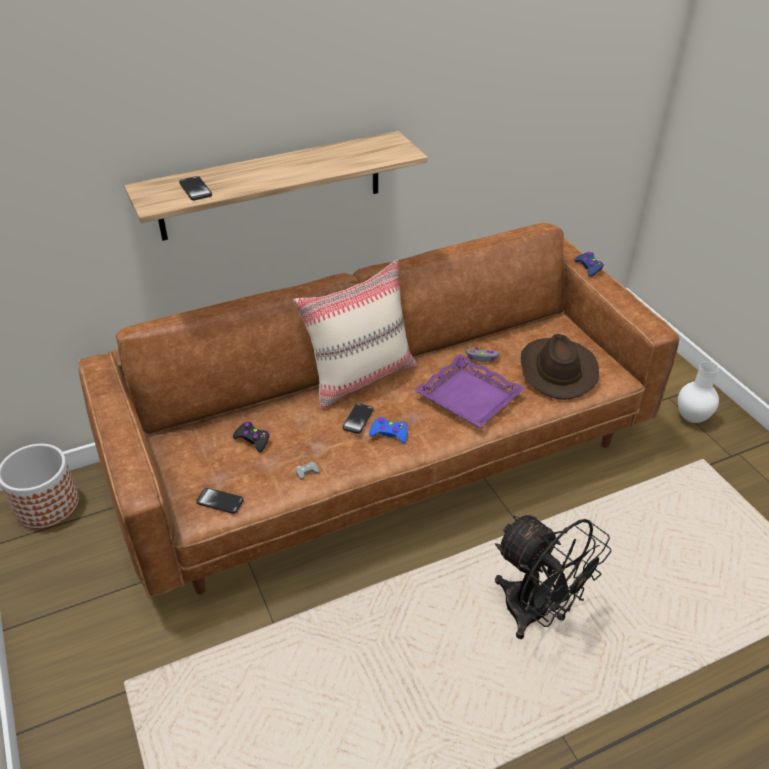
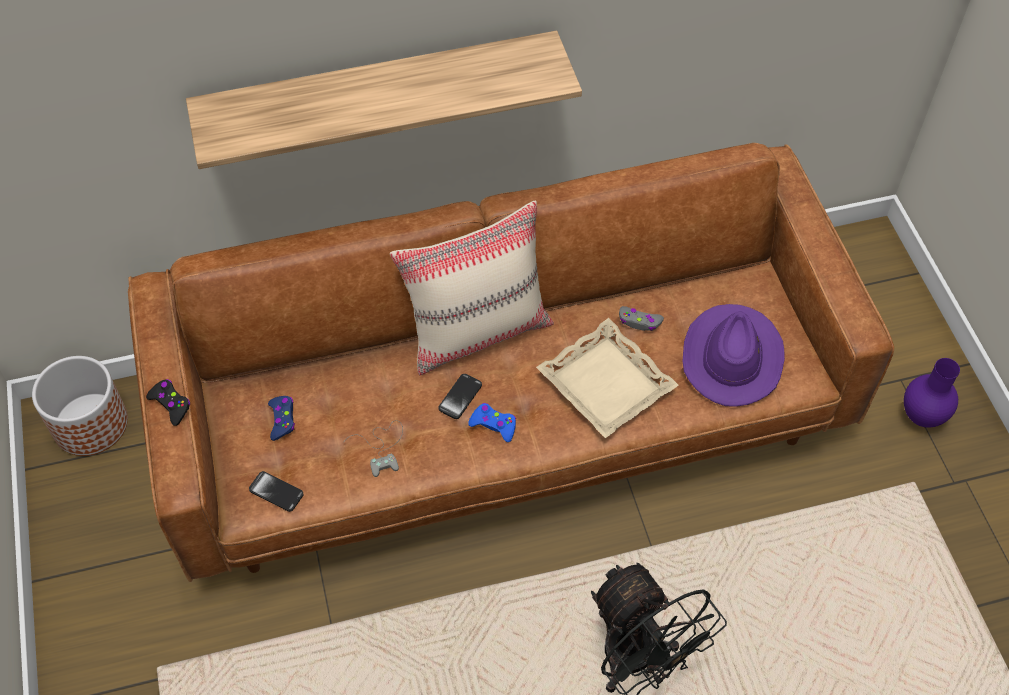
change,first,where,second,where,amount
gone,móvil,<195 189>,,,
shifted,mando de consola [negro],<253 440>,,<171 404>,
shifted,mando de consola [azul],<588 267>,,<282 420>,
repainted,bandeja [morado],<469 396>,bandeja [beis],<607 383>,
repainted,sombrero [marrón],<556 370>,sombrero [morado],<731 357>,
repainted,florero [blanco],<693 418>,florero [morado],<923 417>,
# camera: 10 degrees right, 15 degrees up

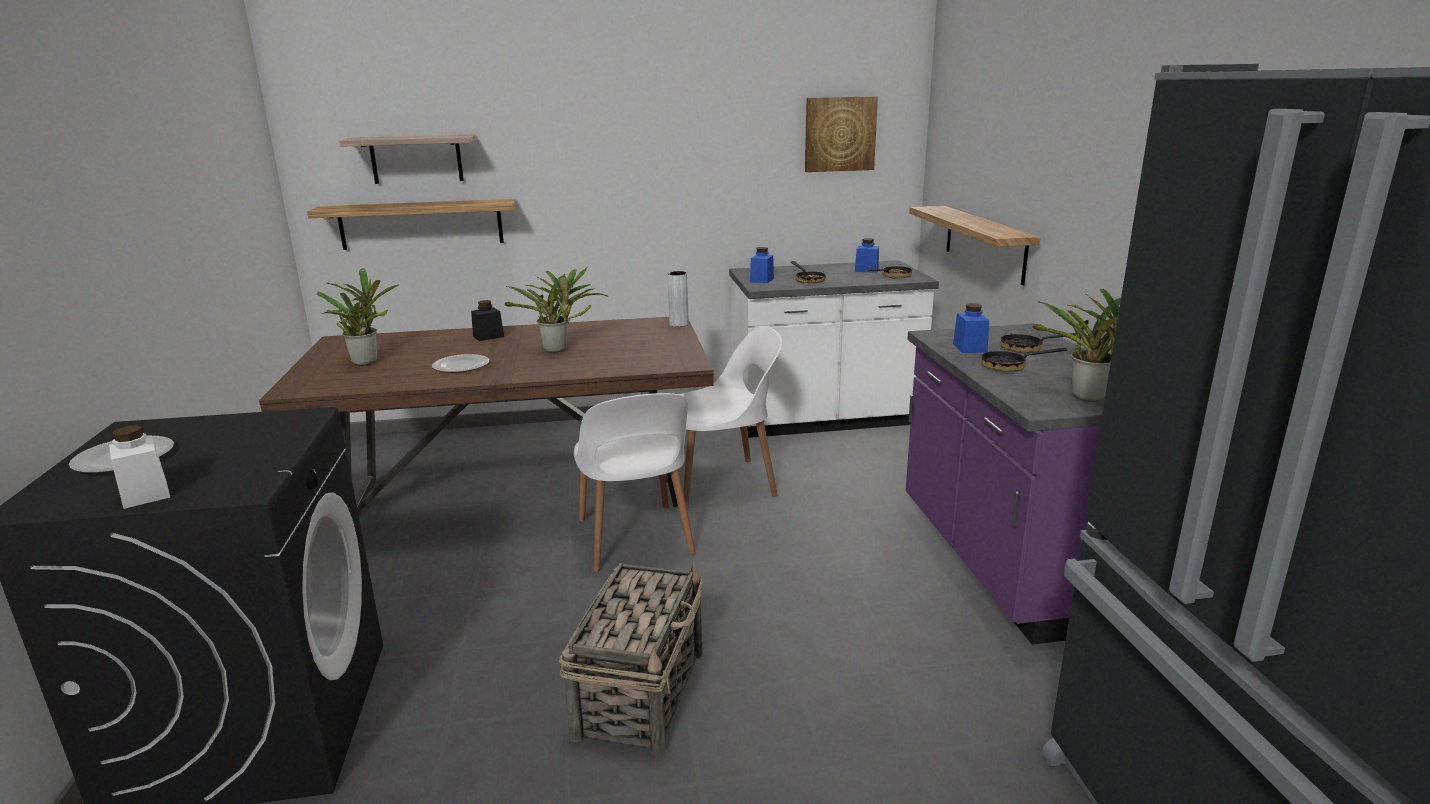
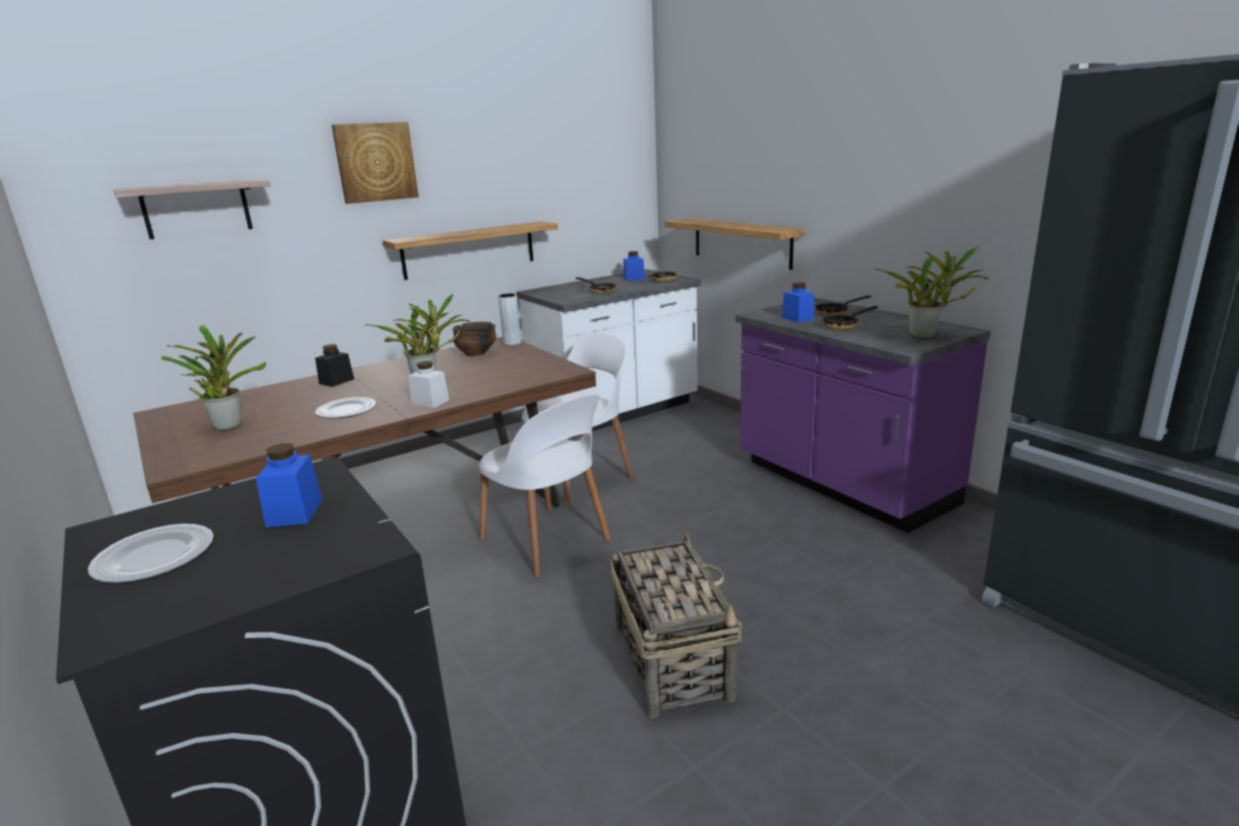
change,first,where,second,where,amount
new,,,cuenco,<476 354>,
shifted,tarro [blanco],<145 493>,,<430 402>,
shifted,estante,<421 224>,,<469 250>,
shifted,tarro [azul],<762 280>,,<294 512>,
shifted,cuadro,<839 134>,,<375 162>,
# camera: 25 degrees left, 0 degrees up

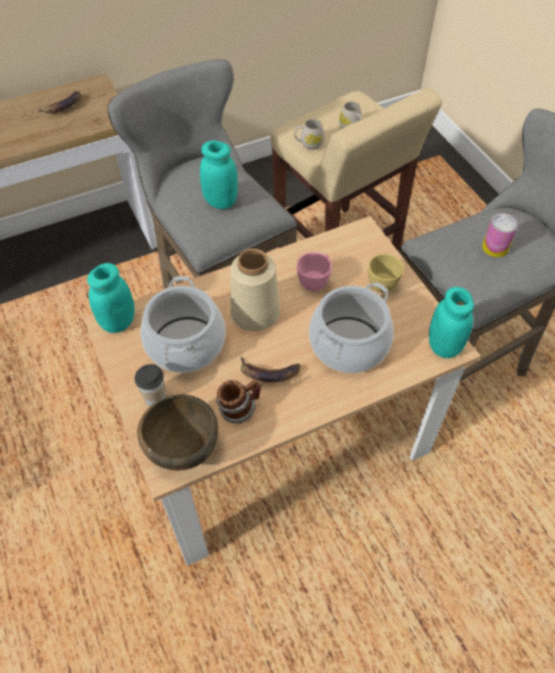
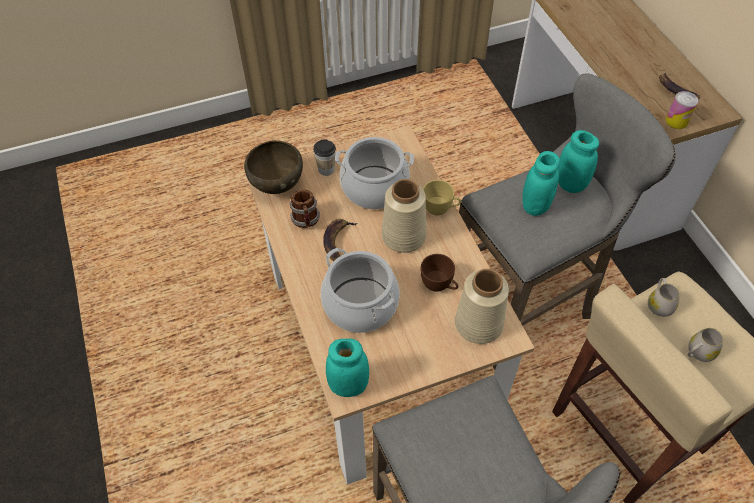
change,first,where,second,where,amount
new,,,florero [beis],<478 323>,
shifted,tarro [turquesa],<118 322>,,<570 184>,
shifted,taza [amarillo],<382 282>,,<440 209>,
shifted,lata,<495 247>,,<676 121>,
repainted,taza [rosa],<315 281>,taza [marrón],<439 285>,
# camera: 95 degrees right, 0 degrees up

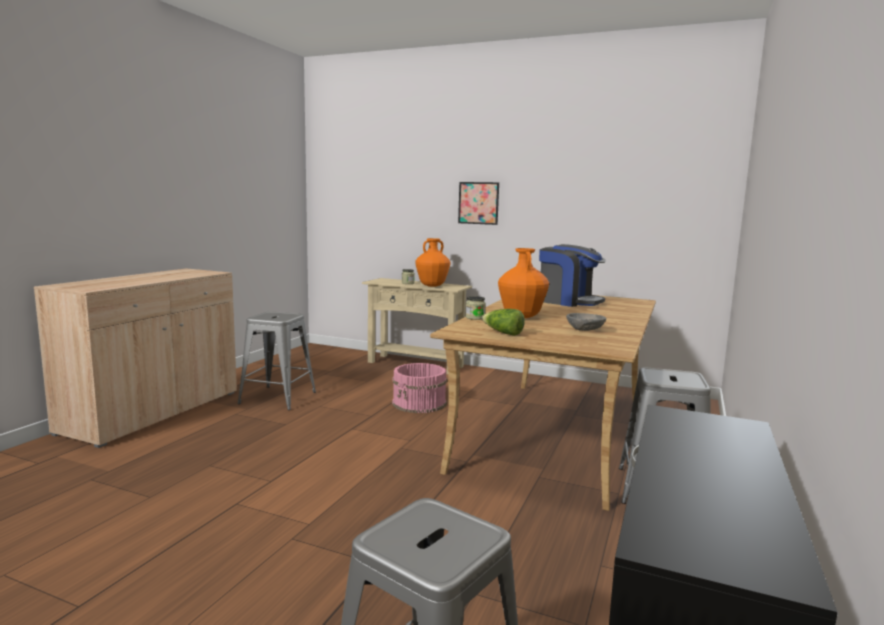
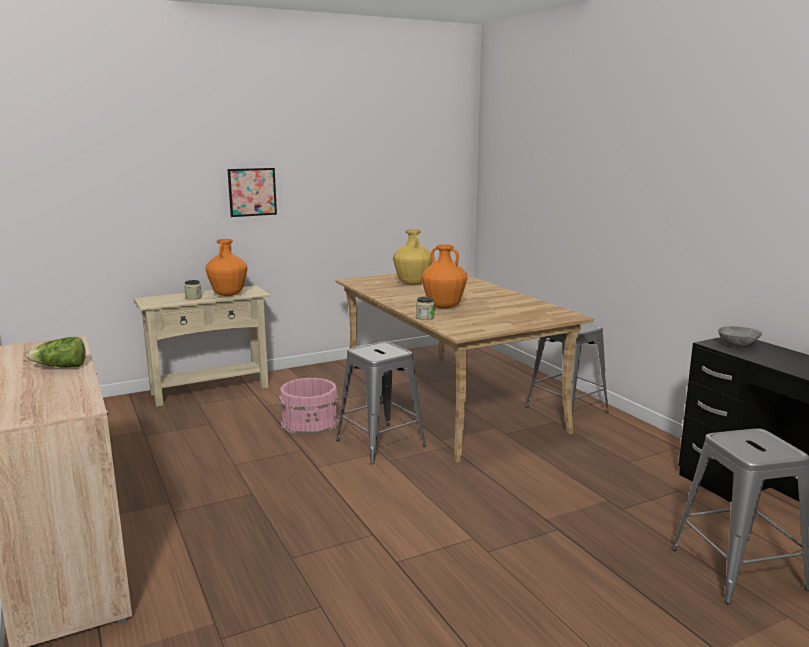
change,first,where,second,where,amount
shifted,taburete [gris],<278 398>,,<381 443>,
shifted,lechuga,<503 333>,,<61 367>,
shifted,cuenco [gris],<585 330>,,<738 345>,
swapped,cafetera,<568 301>,florero [amarillo],<412 284>,
# camera: 50 degrees left, 5 degrees up

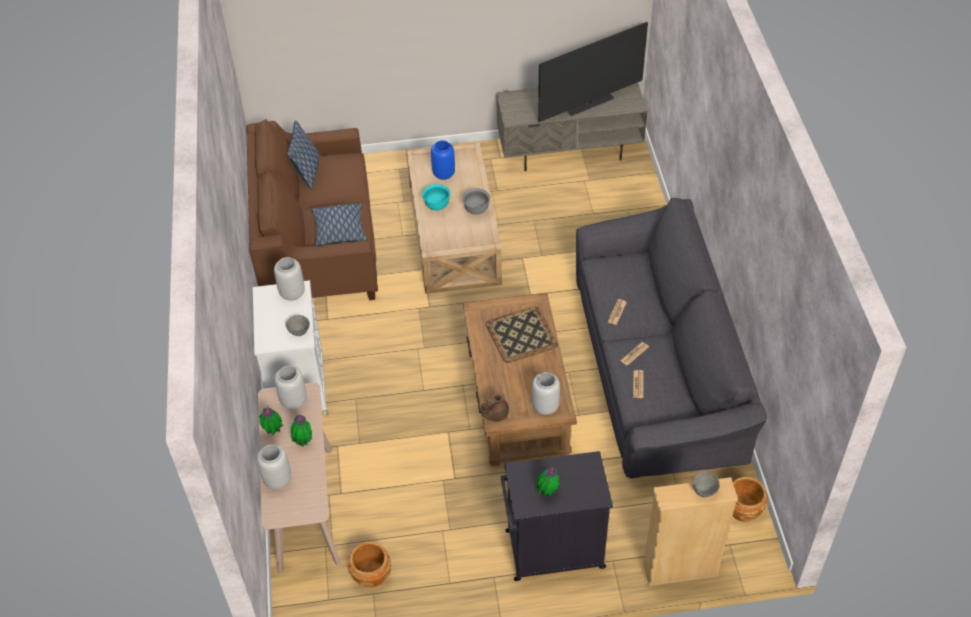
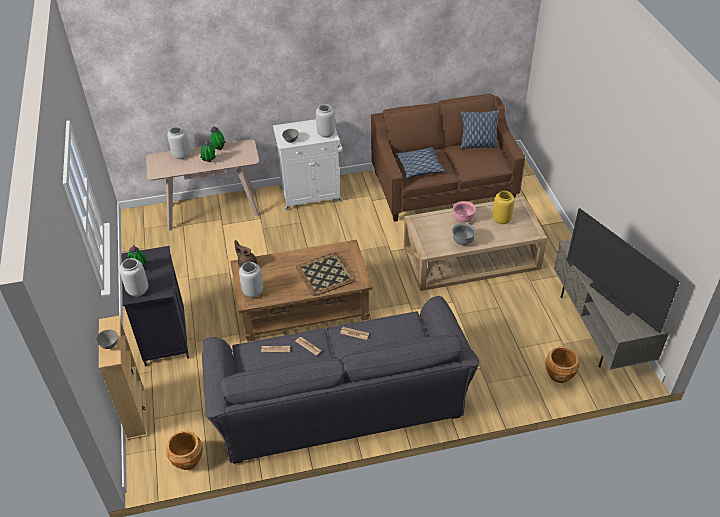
change,first,where,second,where,amount
shifted,florero [gris],<294 401>,,<138 290>,
shifted,maceta [marrón],<371 575>,,<559 374>,
repainted,cuenco [turquesa],<437 206>,cuenco [rosa],<463 219>,
repainted,florero [azul],<443 174>,florero [amarillo],<501 219>,
# camera: 85 degrees right, 5 degrees down

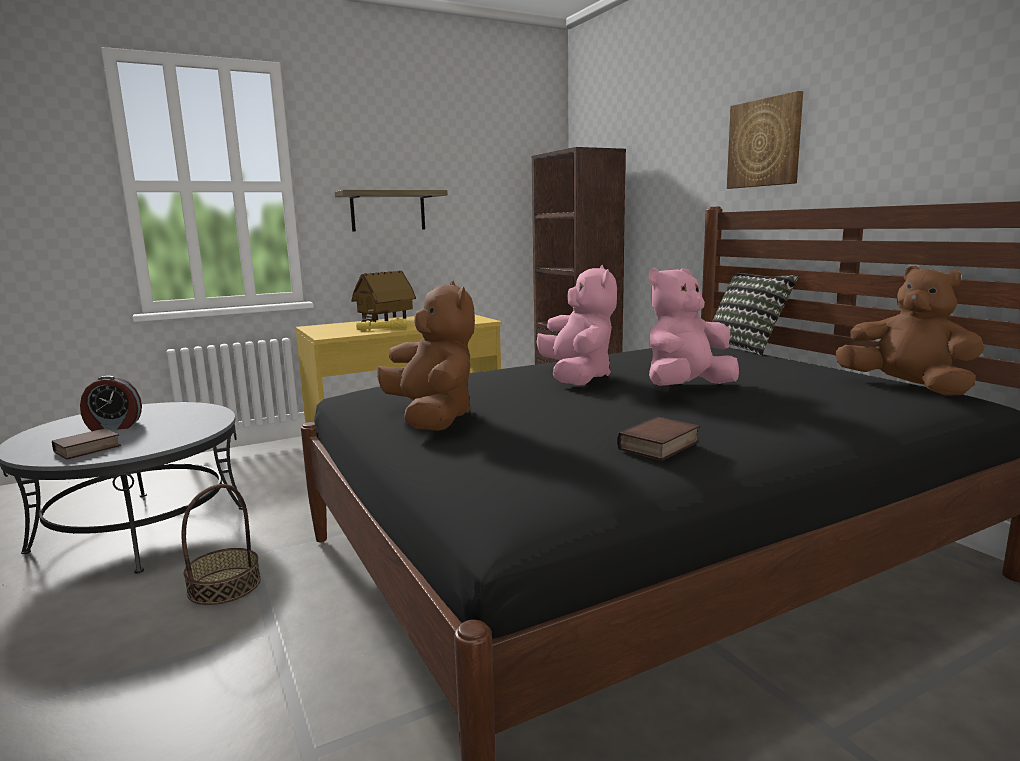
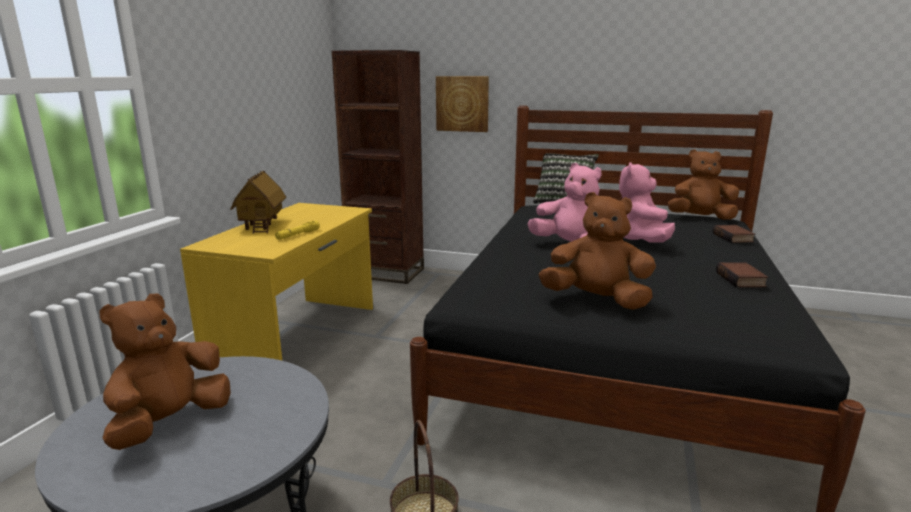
change,first,where,second,where,amount
gone,estante,<388 211>,,,
shifted,libro,<87 449>,,<734 237>,
shifted,cuadro,<765 143>,,<462 104>,
swapped,despertador,<114 426>,peluche [marrón],<170 423>,
# camera: 45 degrees left, 5 degrees up

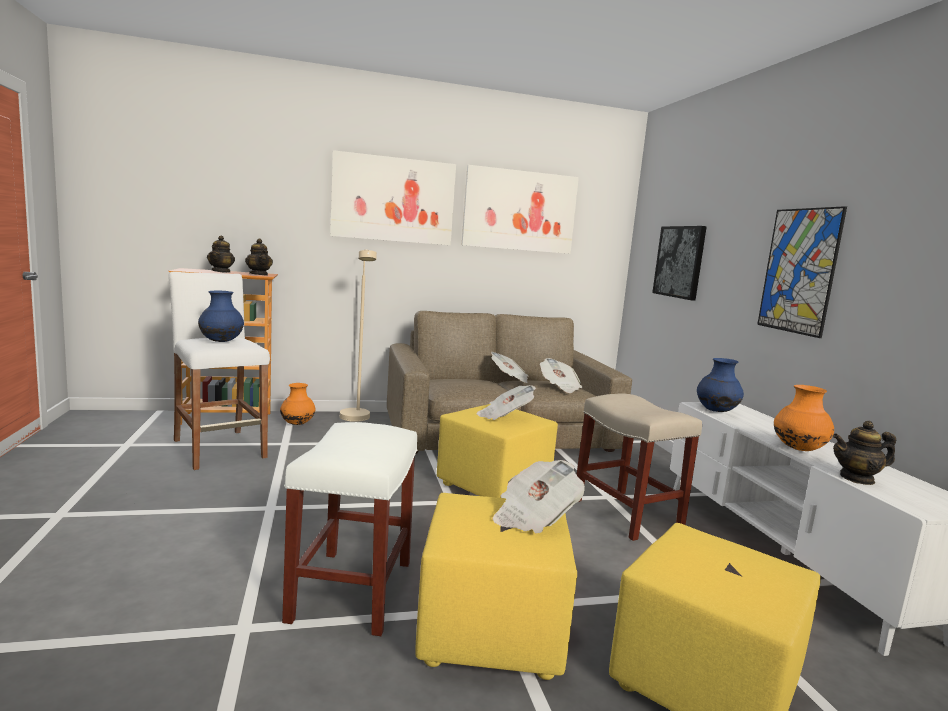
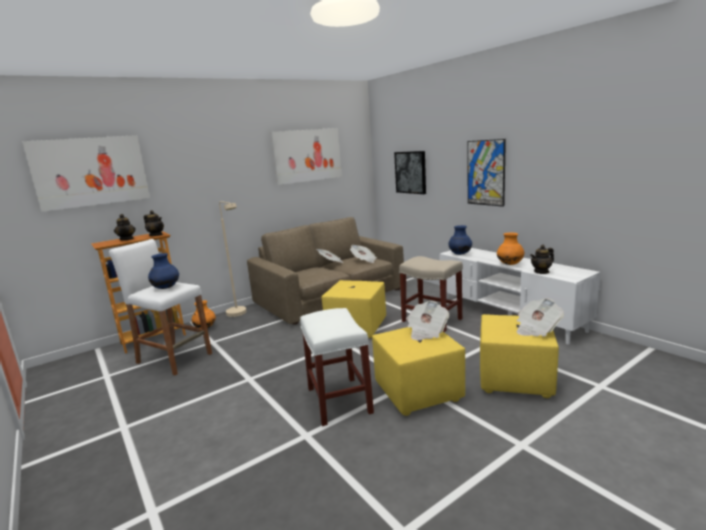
change,first,where,second,where,amount
shifted,cuadro,<393 199>,,<90 171>,
shifted,periódico,<504 416>,,<536 329>,
# camera: 20 degrees left, 5 degrees up

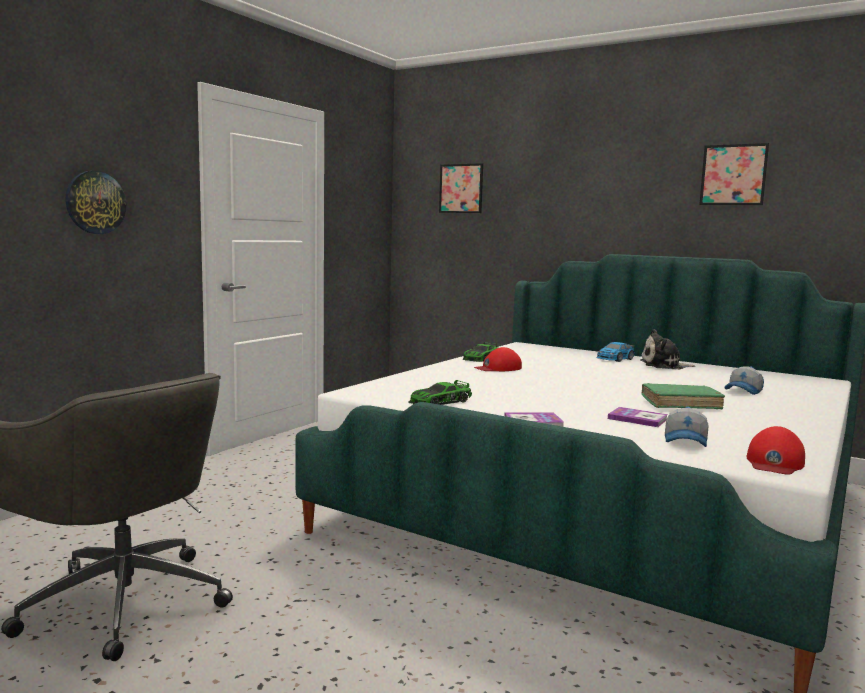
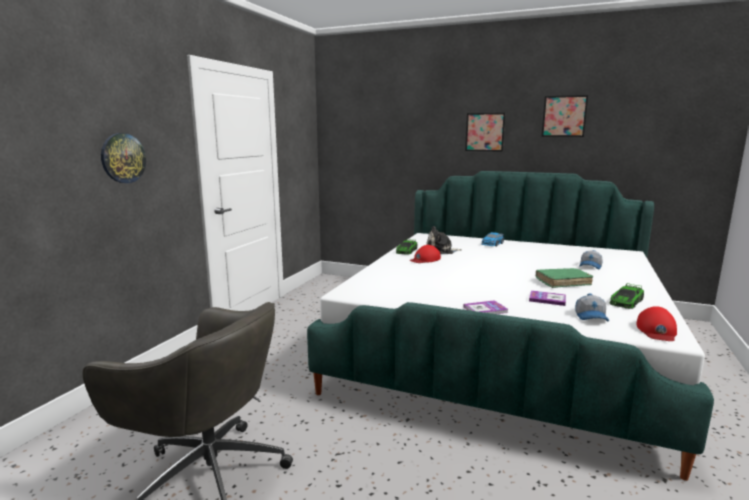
change,first,where,second,where,amount
shifted,coche de juguete,<439 401>,,<626 301>,
shifted,cuadro,<461 188>,,<484 132>,
shifted,peluche,<664 366>,,<441 251>,
# camera: 10 degrees left, 5 degrees up

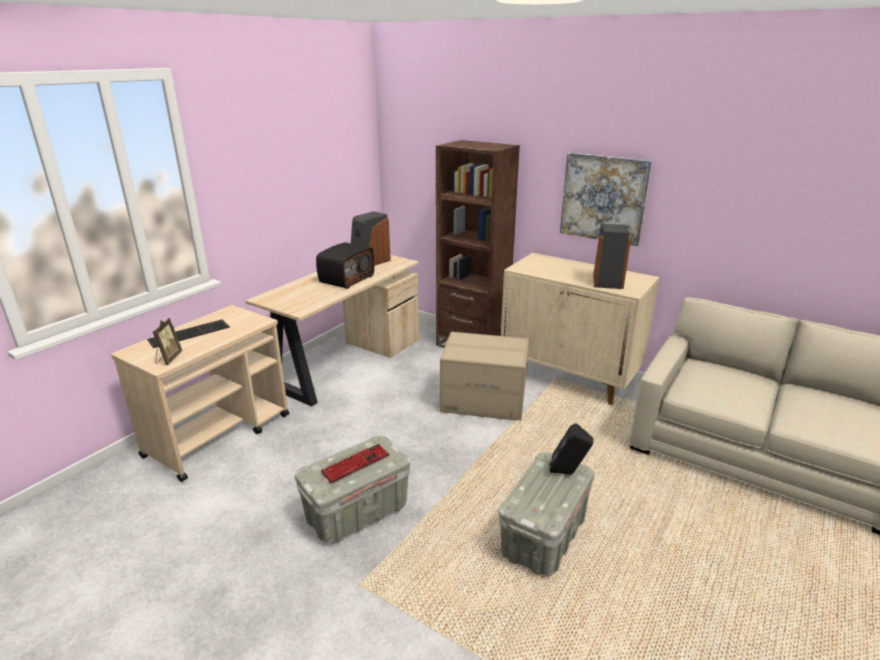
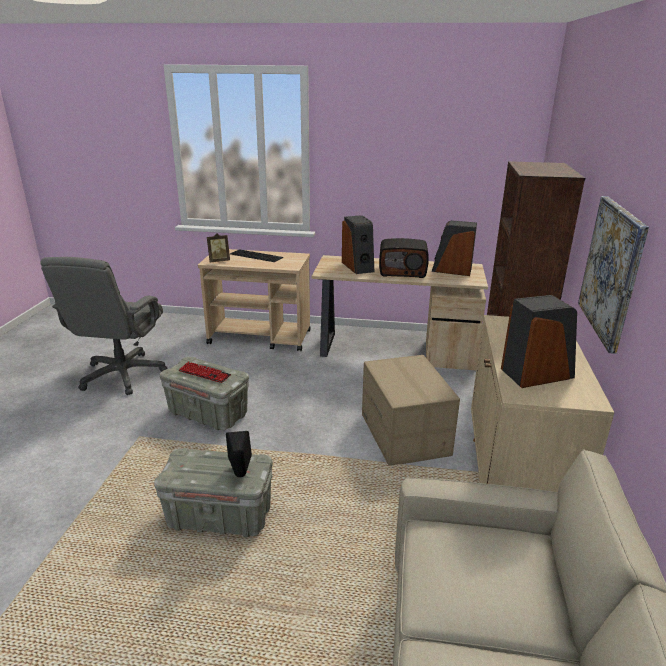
change,first,where,second,where,amount
new,,,silla de oficina [gris],<122 375>,
new,,,altavoz,<358 266>,
# camera: 65 degrees right, 0 degrees up

